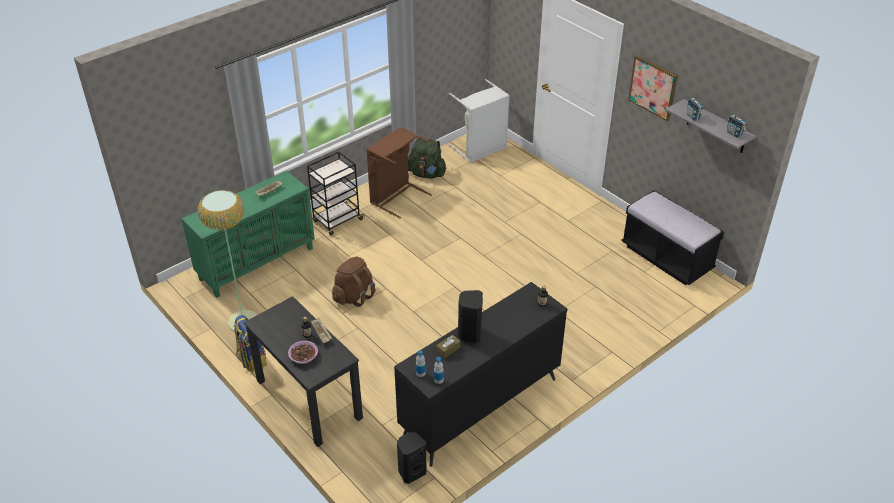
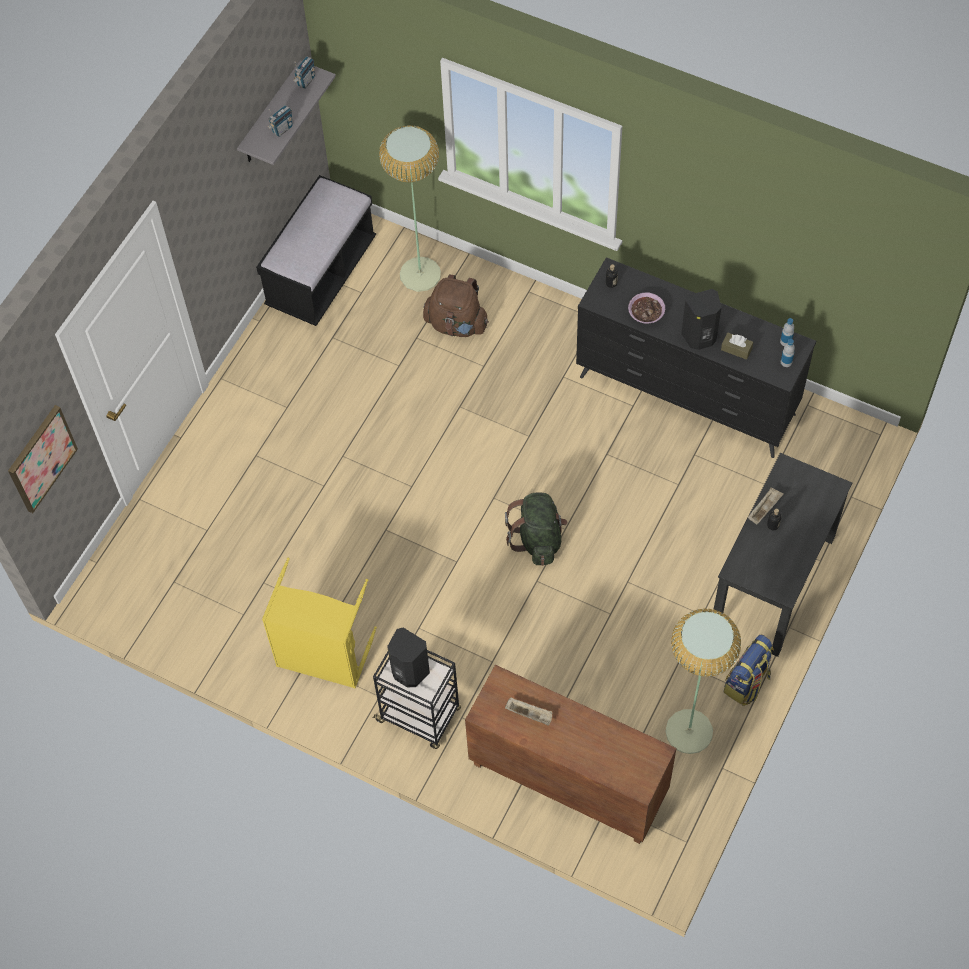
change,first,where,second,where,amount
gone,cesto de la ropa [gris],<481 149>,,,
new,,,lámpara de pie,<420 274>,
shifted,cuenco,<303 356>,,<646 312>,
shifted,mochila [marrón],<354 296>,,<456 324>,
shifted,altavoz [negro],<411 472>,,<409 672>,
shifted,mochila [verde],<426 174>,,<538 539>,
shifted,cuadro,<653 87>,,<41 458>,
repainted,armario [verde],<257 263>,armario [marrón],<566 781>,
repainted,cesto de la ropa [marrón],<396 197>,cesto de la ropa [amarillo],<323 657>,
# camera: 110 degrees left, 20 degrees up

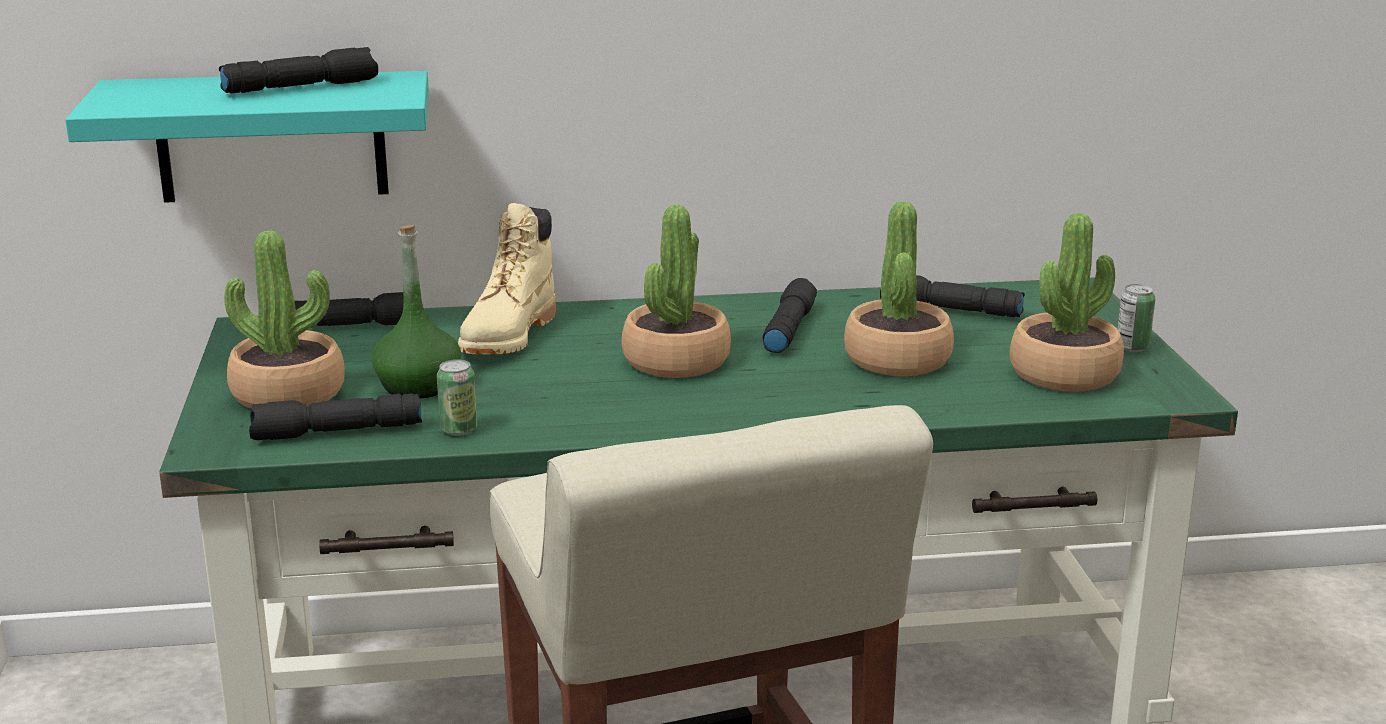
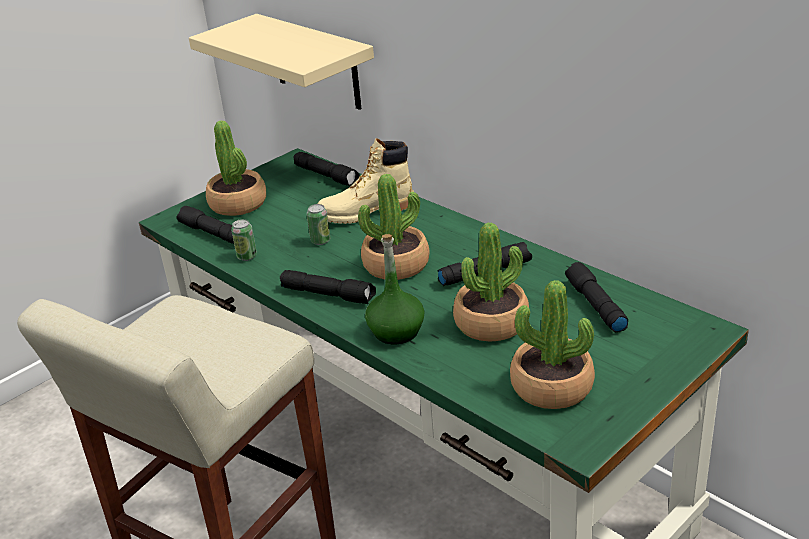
change,first,where,second,where,amount
shifted,linterna [negro],<301 87>,,<329 294>,
shifted,botella [verde],<418 386>,,<396 331>,
shifted,lata,<1132 347>,,<320 241>,
repainted,estante [turquesa],<271 136>,estante [beis],<316 62>,
# camera: 55 degrees right, 10 degrees up

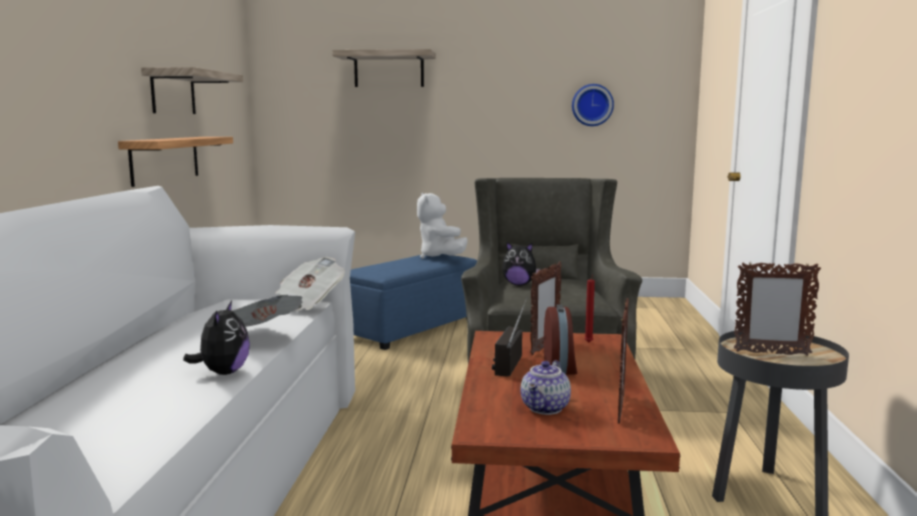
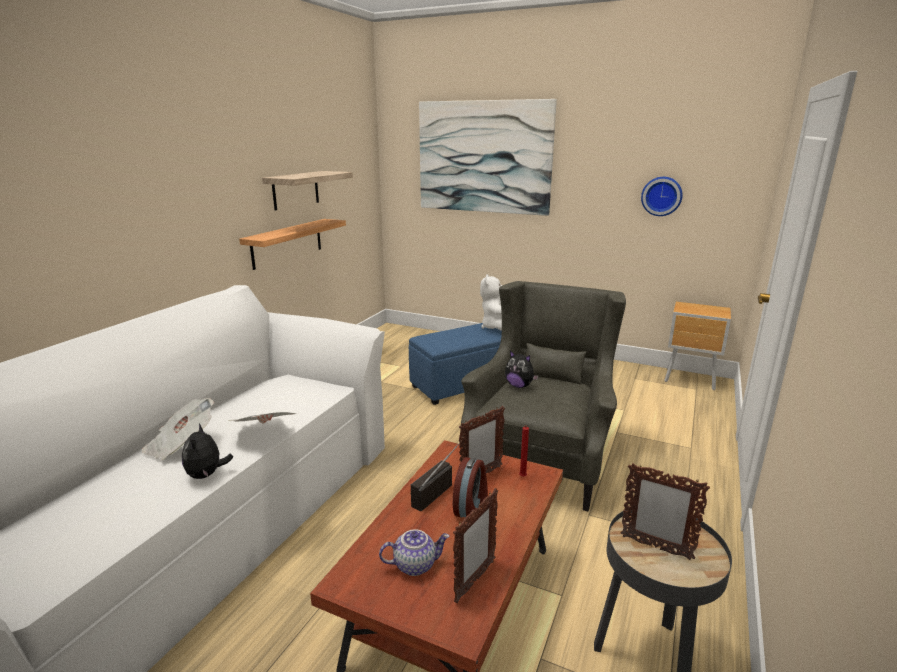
change,first,where,second,where,amount
new,,,mesita de noche [marrón],<691 380>,
shifted,periódico,<306 304>,,<181 444>,
swapped,estante,<389 70>,cuadro,<484 157>,
rotated,peluche,<223 372>,,<207 475>,150 degrees clockwise
rotated,tetera,<546 408>,,<415 564>,150 degrees counterclockwise
# camera: 20 degrees right, 10 degrees up

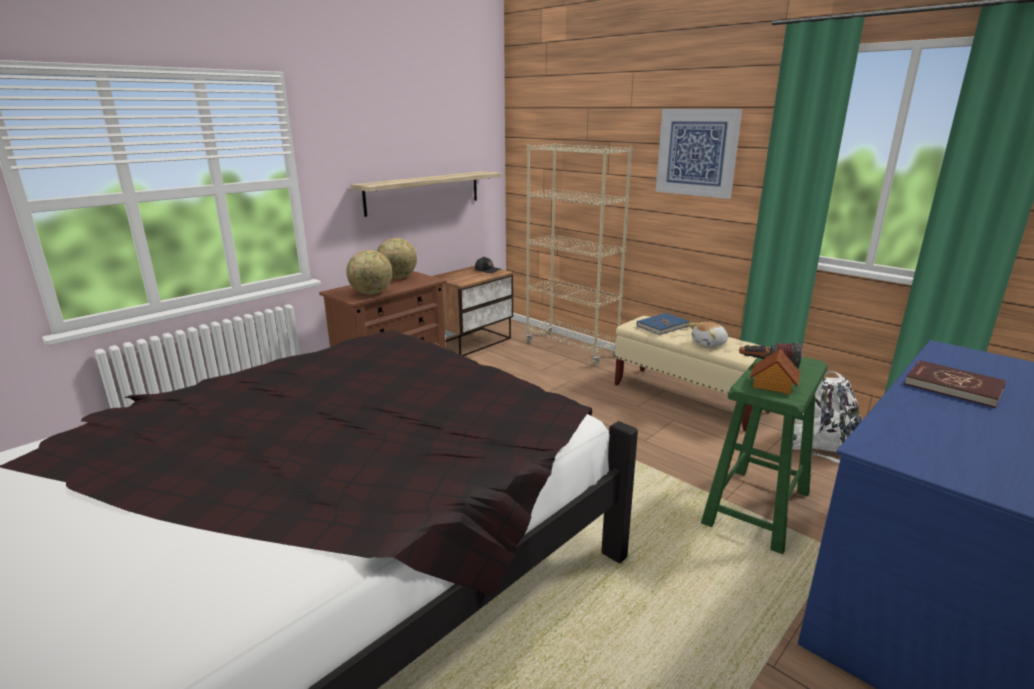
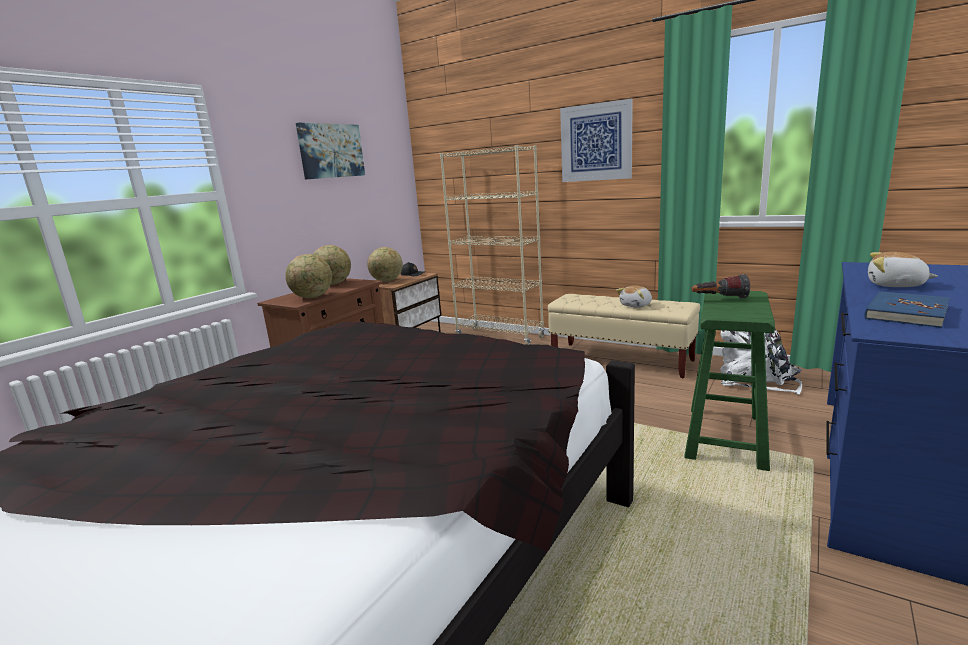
change,first,where,second,where,amount
gone,estante,<423 192>,,,
gone,casita,<772 385>,,,
new,,,cuadro,<331 151>,
new,,,globo terráqueo,<387 281>,
shifted,libro [azul],<662 326>,,<905 313>,
swapped,libro [rojo],<953 386>,peluche,<895 285>,
# camera: 10 degrees left, 5 degrees down

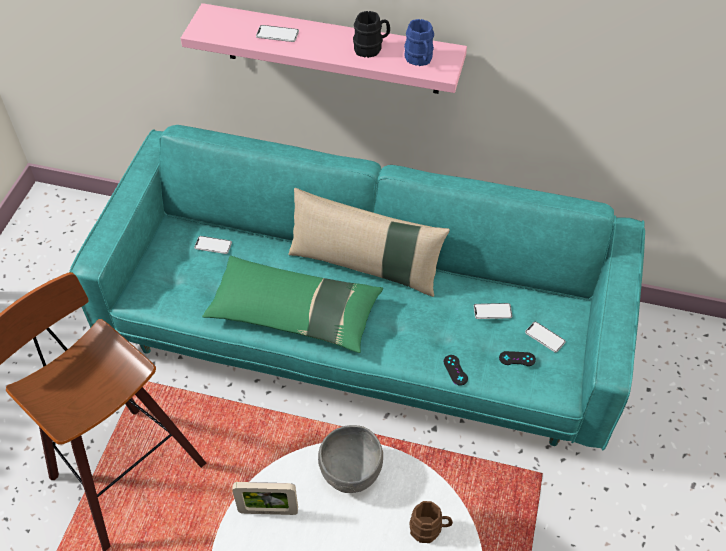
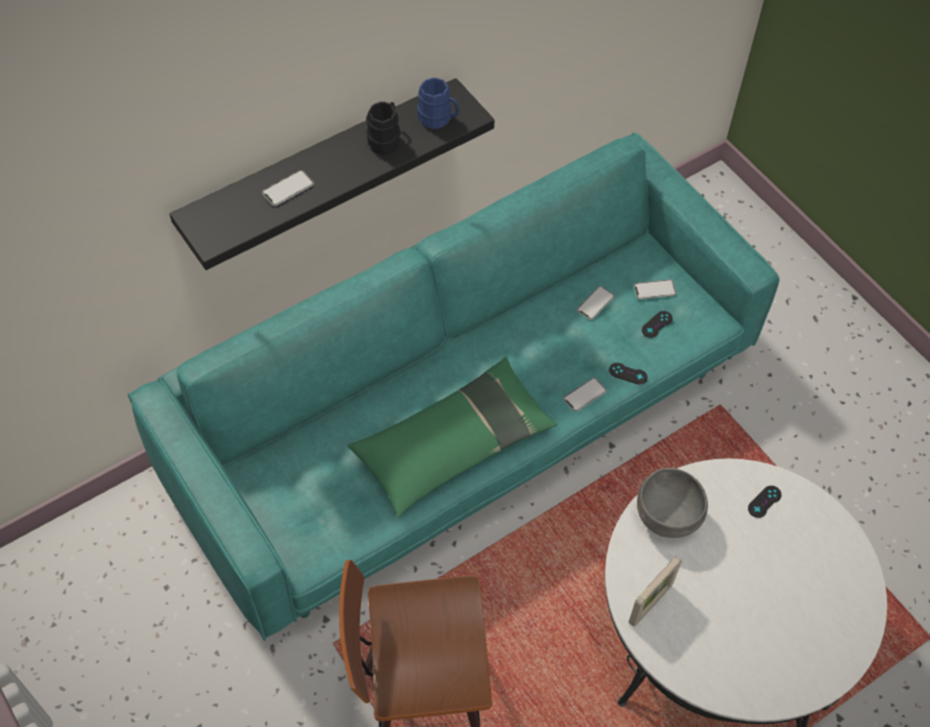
change,first,where,second,where,amount
gone,cojín [beis],<365 266>,,,
shifted,móvil,<213 245>,,<584 395>,
swapped,taza grande [marrón],<429 529>,mando de consola [negro],<764 501>,
repainted,estante [rosa],<332 49>,estante [negro],<321 168>,
# camera: 50 degrees left, 5 degrees up

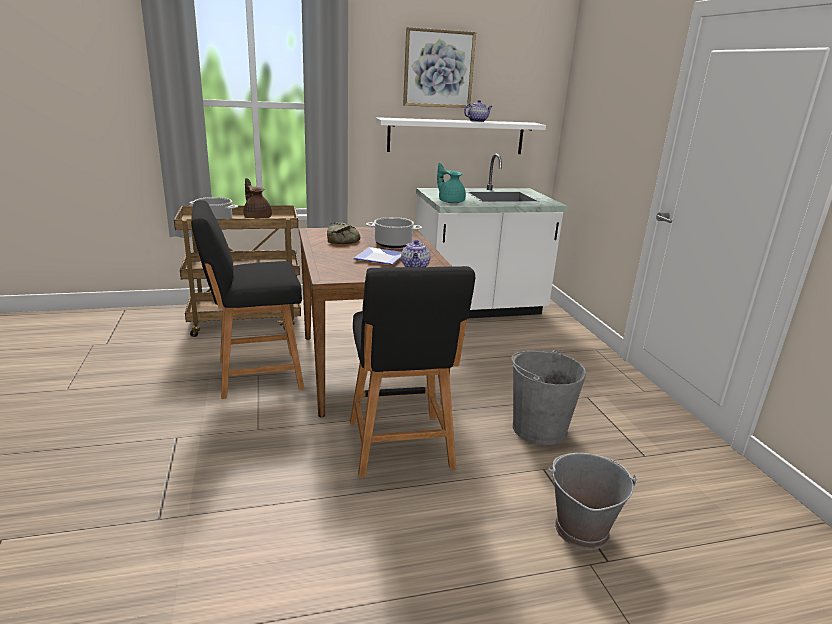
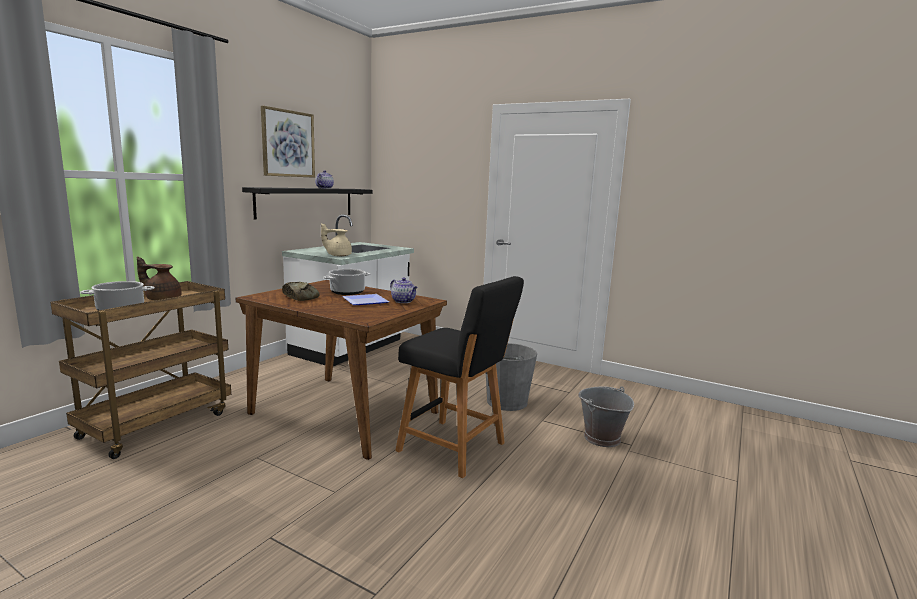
change,first,where,second,where,amount
gone,taburete [negro],<254 375>,,,
repainted,estante [blanco],<456 136>,estante [negro],<306 202>,
repainted,tetera [turquesa],<450 201>,tetera [beis],<338 255>,
# camera: 45 degrees left, 10 degrees down

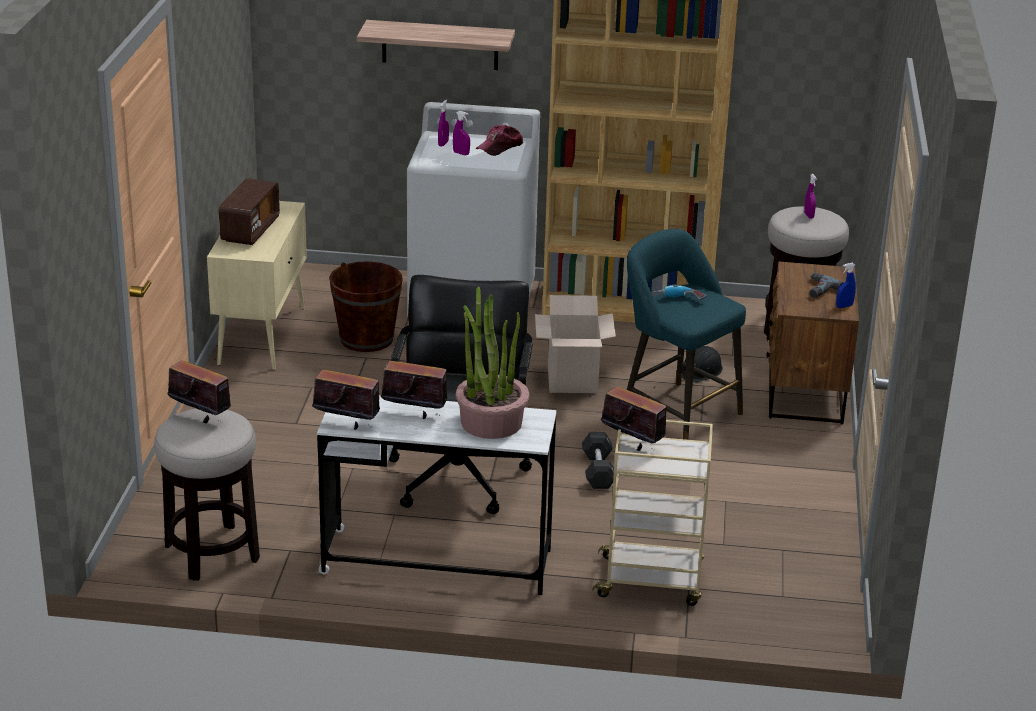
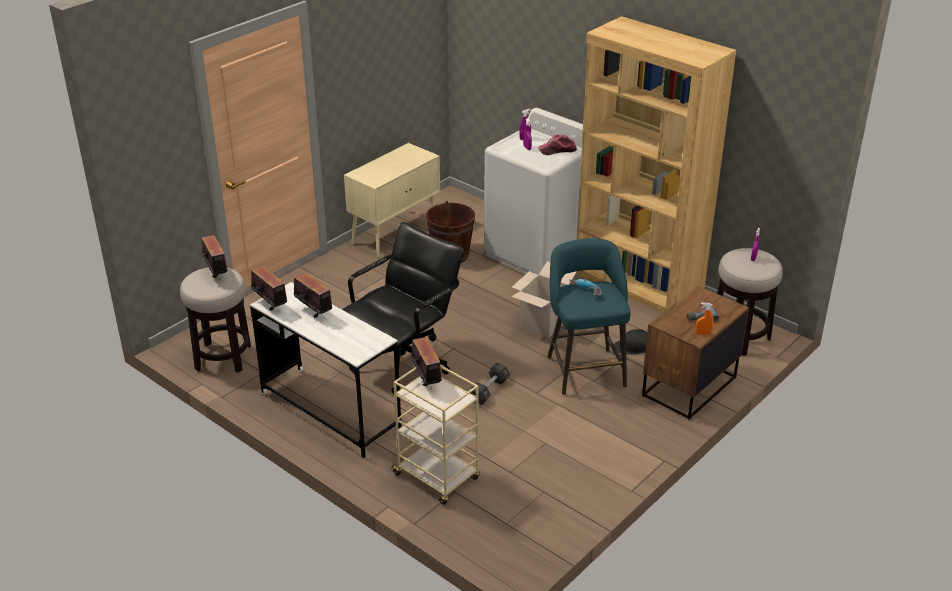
change,first,where,second,where,amount
gone,radio,<250 230>,,,
gone,estante,<440 45>,,,
gone,planta en maceta,<491 422>,,,
repainted,pulverizador [azul],<844 306>,pulverizador [naranja],<703 334>,
# camera: 35 degrees right, 5 degrees up

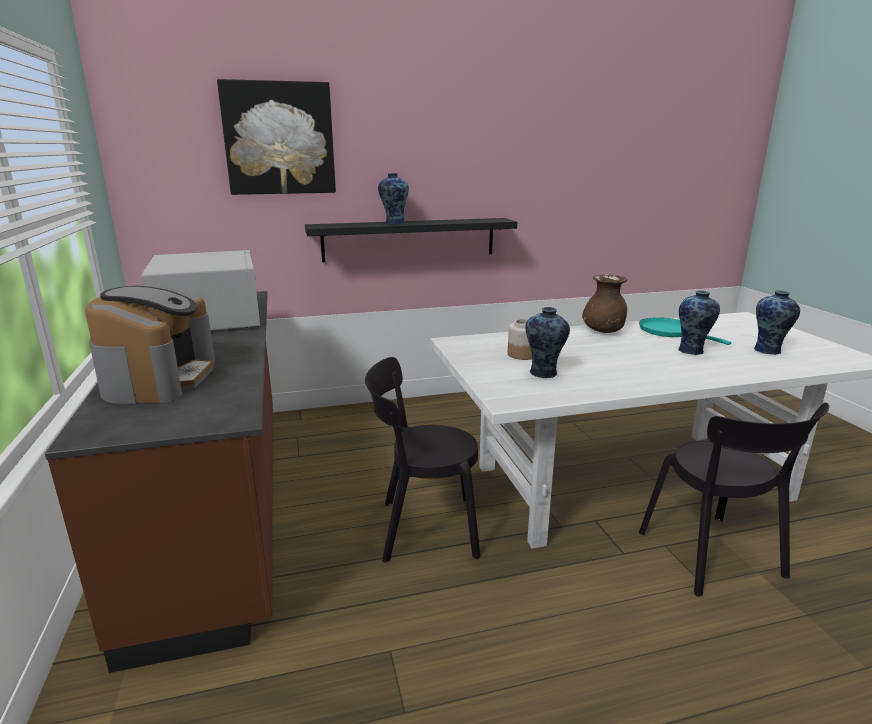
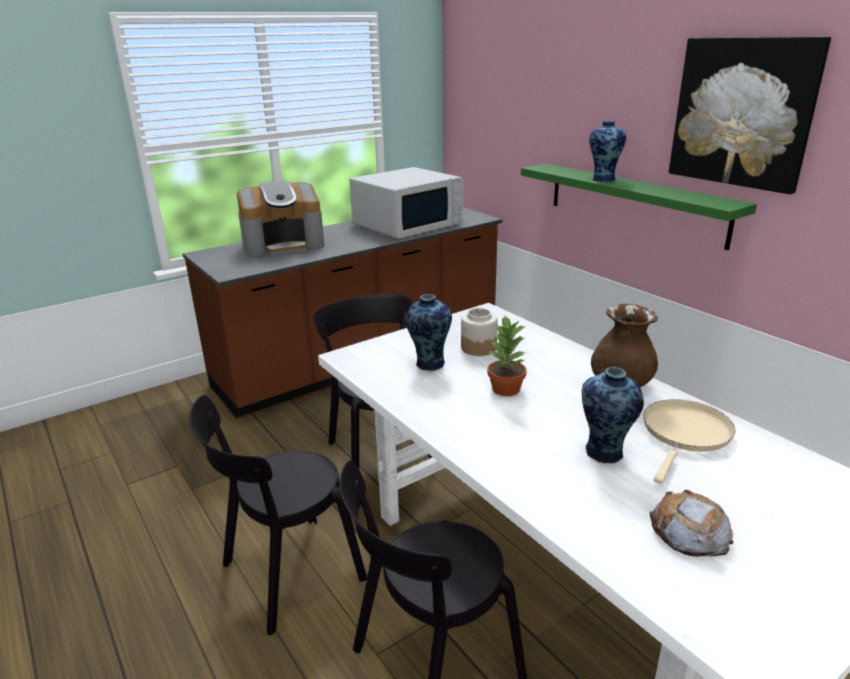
change,first,where,second,where,amount
new,,,silla [negro],<287 575>,
new,,,planta en maceta,<505 389>,
shifted,cuadro,<279 139>,,<742 113>,
swapped,florero,<769 351>,pan,<689 531>,
repainted,estante [negro],<409 239>,estante [verde],<633 203>,
repainted,sartén [turquesa],<670 332>,sartén [beis],<685 434>,
# camera: 70 degrees right, 5 degrees up

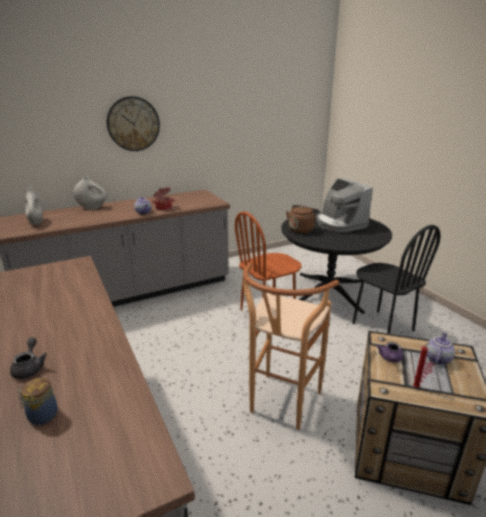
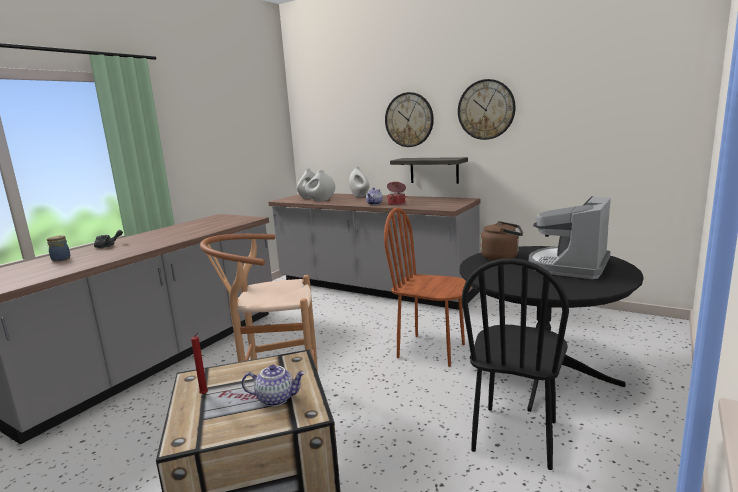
change,first,where,second,where,amount
gone,tetera [morado],<390 359>,,,
new,,,florero [blanco],<321 200>,
new,,,estante,<434 170>,
new,,,reloj de pared,<486 109>,
# camera: 60 degrees right, 10 degrees down

